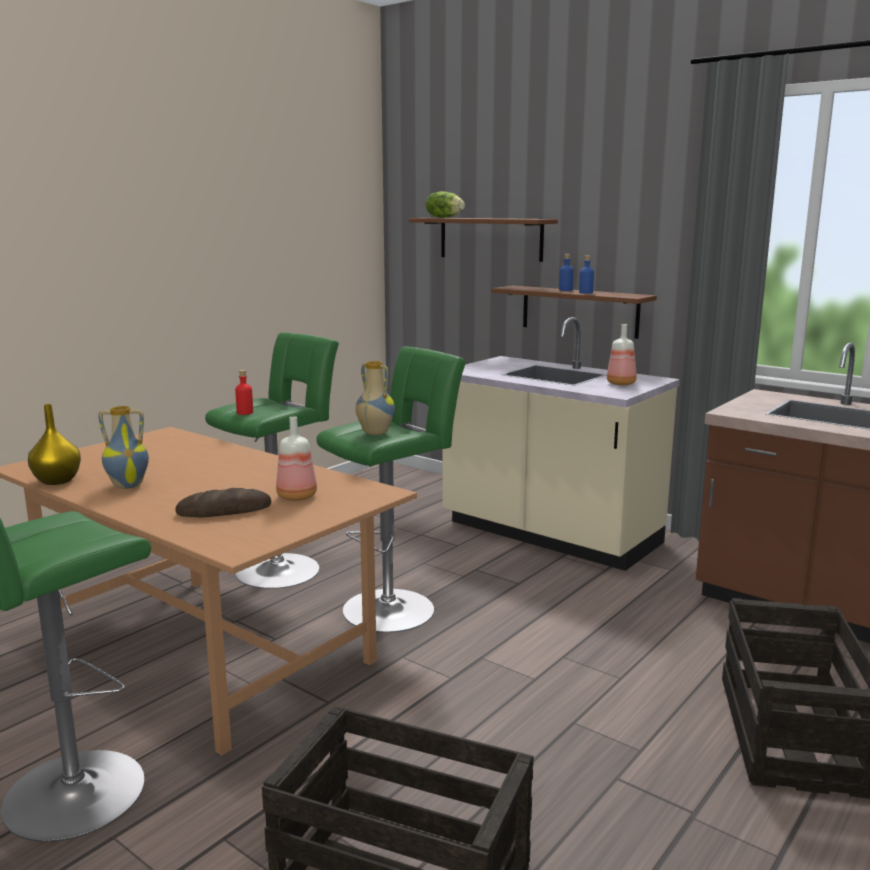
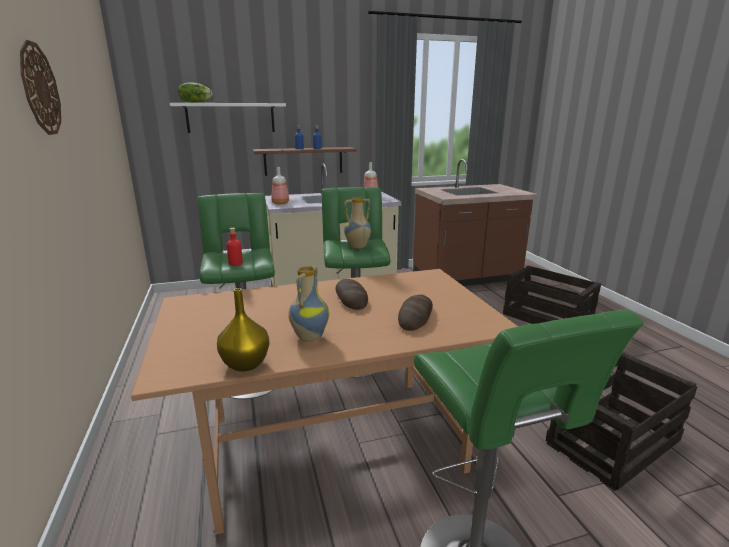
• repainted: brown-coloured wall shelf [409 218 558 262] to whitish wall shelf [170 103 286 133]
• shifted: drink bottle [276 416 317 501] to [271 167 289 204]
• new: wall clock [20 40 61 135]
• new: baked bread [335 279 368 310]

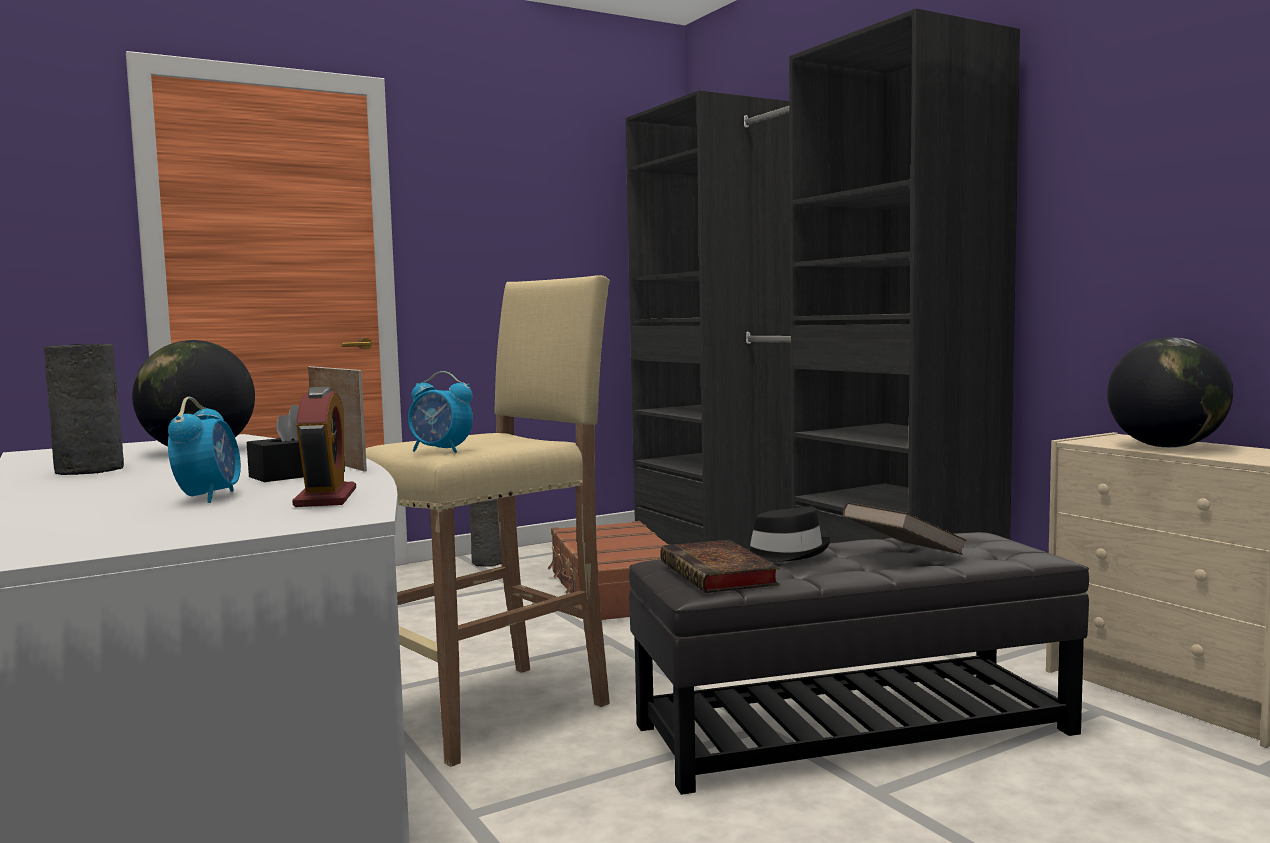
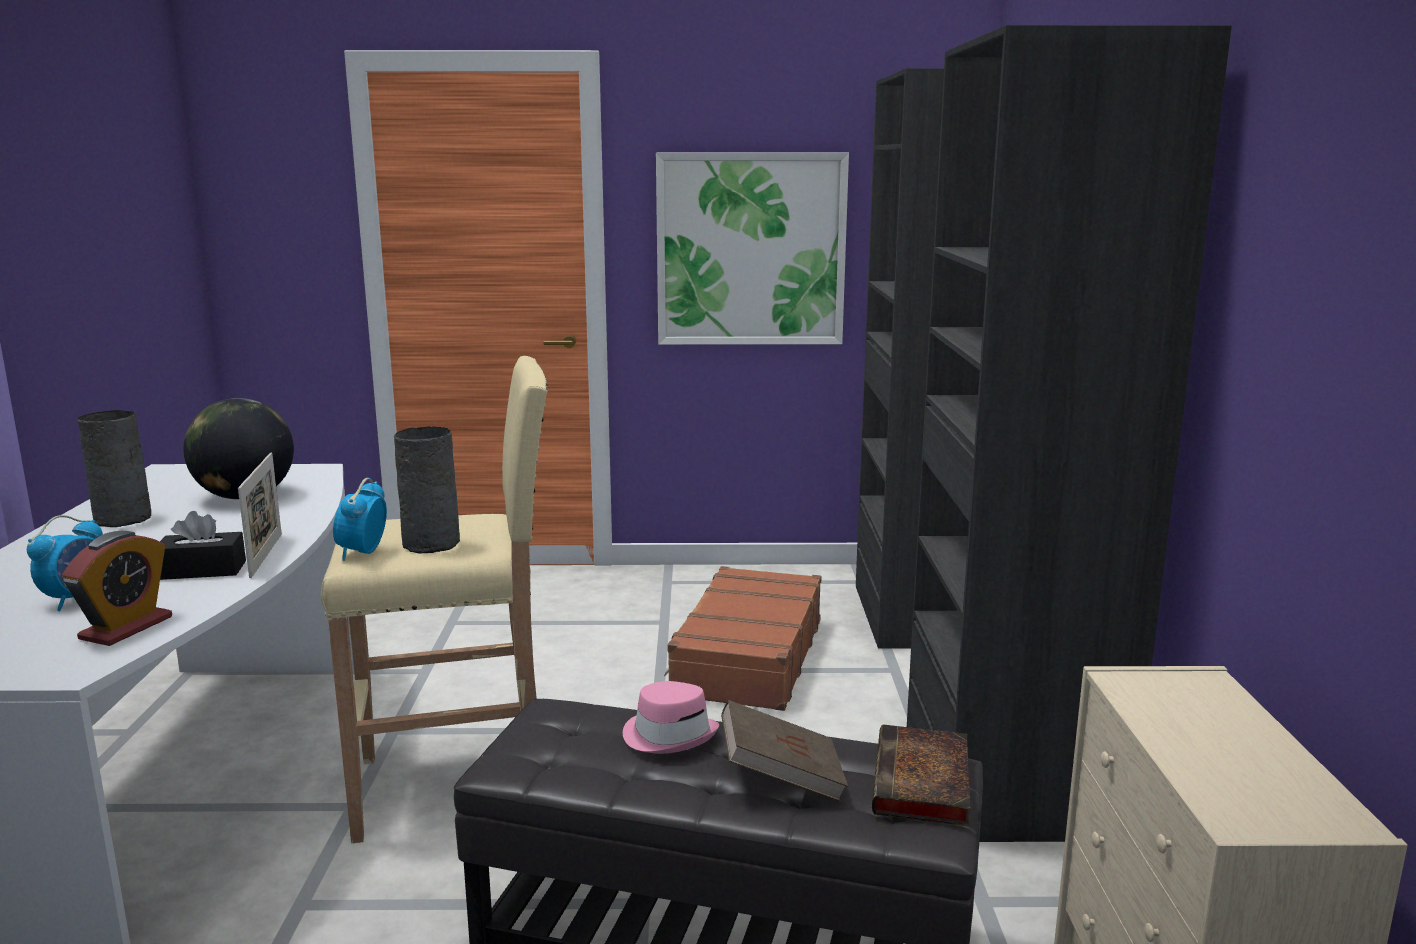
• gone: desk globe [1107 337 1233 448]
• rotated: table clock [408 371 473 453] = [333 478 387 561] 45 degrees clockwise
• shifted: gray flower vase [470 499 501 567] to [394 426 460 554]
• repainted: blackish clothing hat [747 507 831 562] to pinkish clothing hat [623 681 719 754]
• shifted: volume [661 540 780 593] to [872 724 970 826]
• new: wall picture [656 153 849 345]

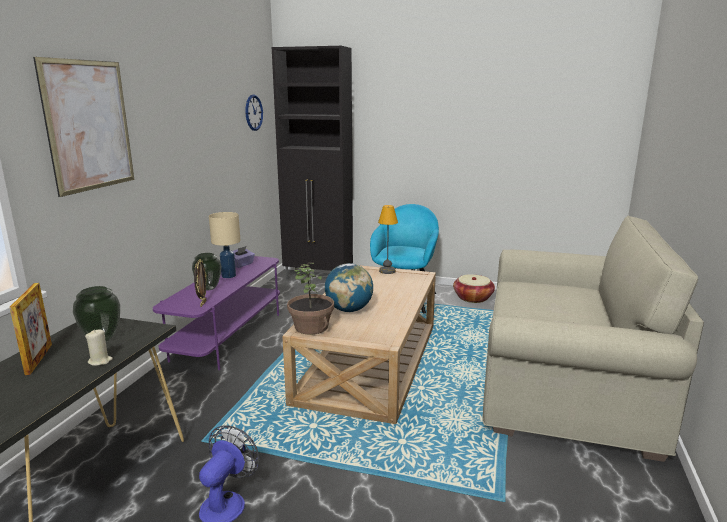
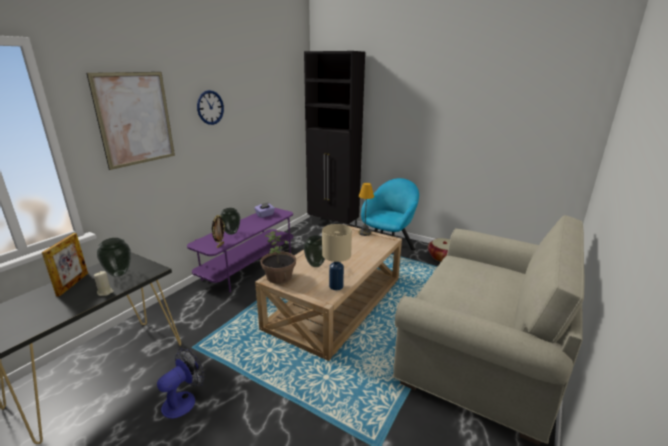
• shifted: wall clock [245 94 263 131] to [197 90 224 125]
• shifted: beige tabletop lamp [209 212 240 278] to [322 224 352 290]
• swapped: desk globe [325 263 373 312] to flower vase [304 235 325 267]

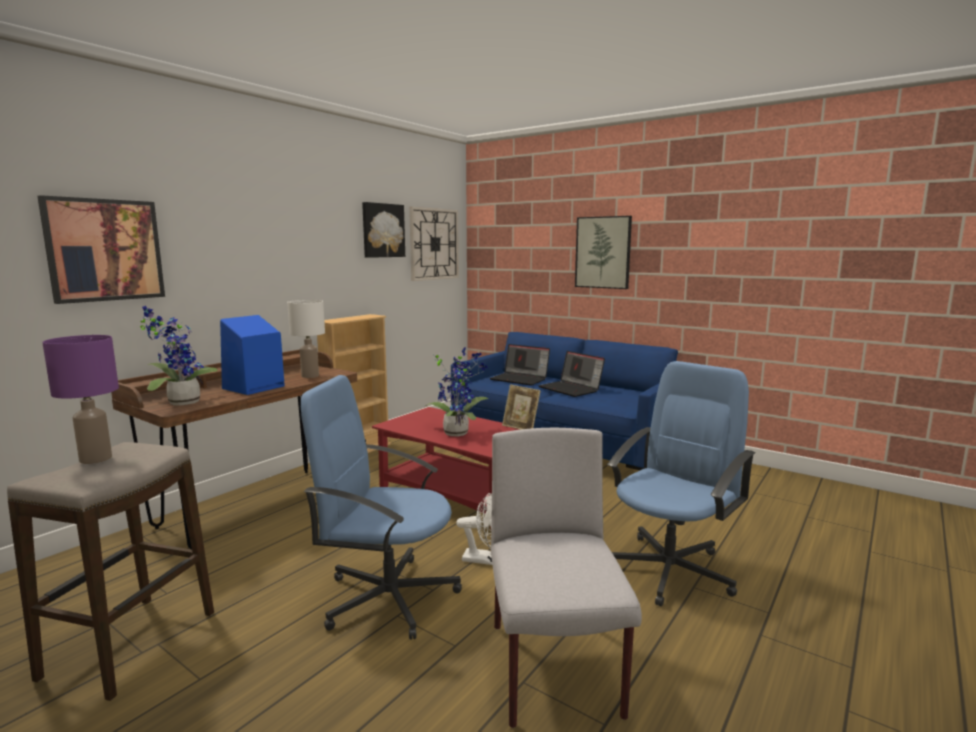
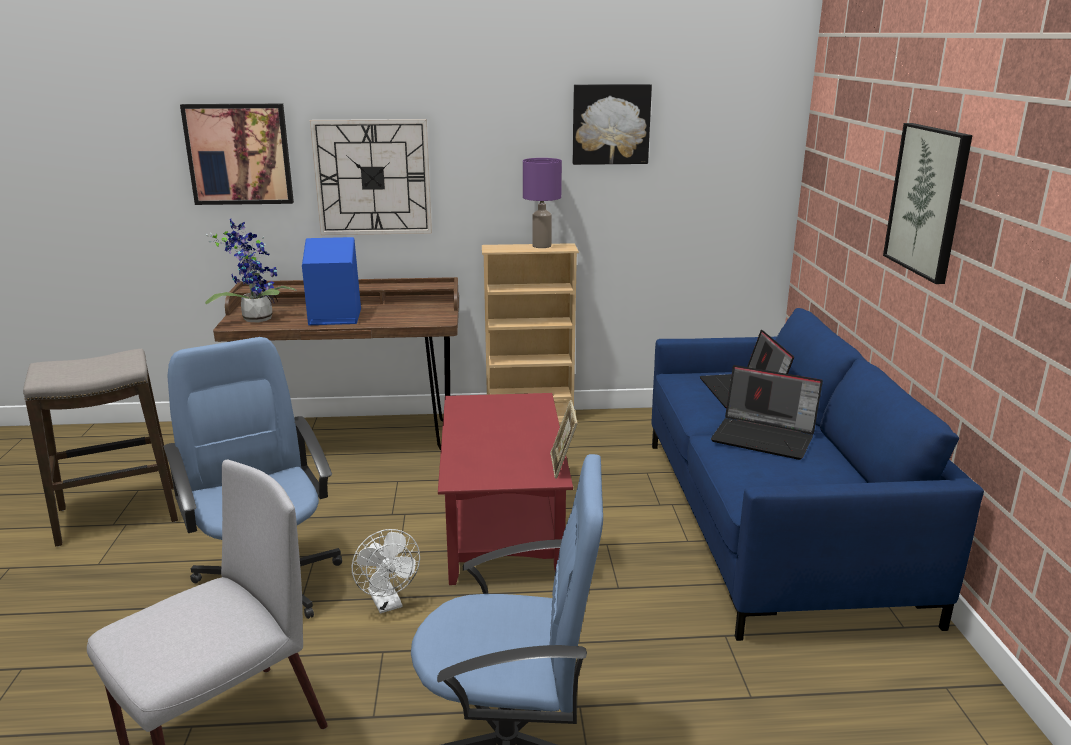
• shifted: wall clock [409 207 459 281] to [310 119 432 235]
• gone: whitish tabletop lamp [287 300 325 378]
• shifted: purple-coloured tabletop lamp [42 335 119 464] to [523 158 562 248]
• gone: potted plant [424 347 489 436]
• rotated: notebook computer [538 351 605 397] = [711 365 823 460] 75 degrees counterclockwise

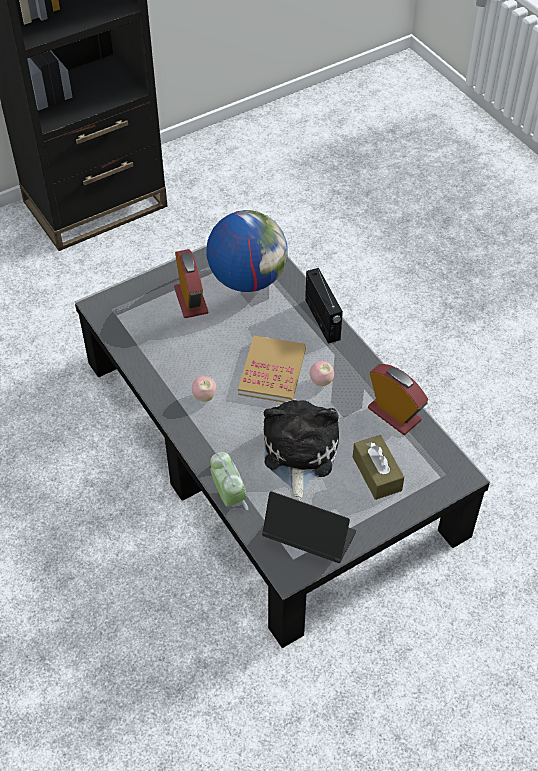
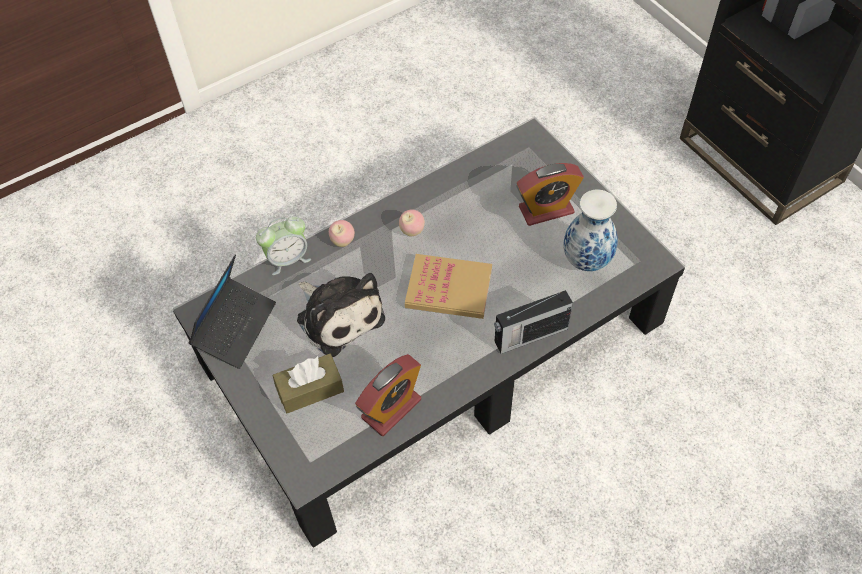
• swapped: desk globe [206 210 288 292] to flower vase [564 190 618 271]
• shifted: apple [310 361 334 386] to [329 220 355 247]
• rotated: soft toy [264 400 339 500] = [297 273 385 357] 45 degrees clockwise

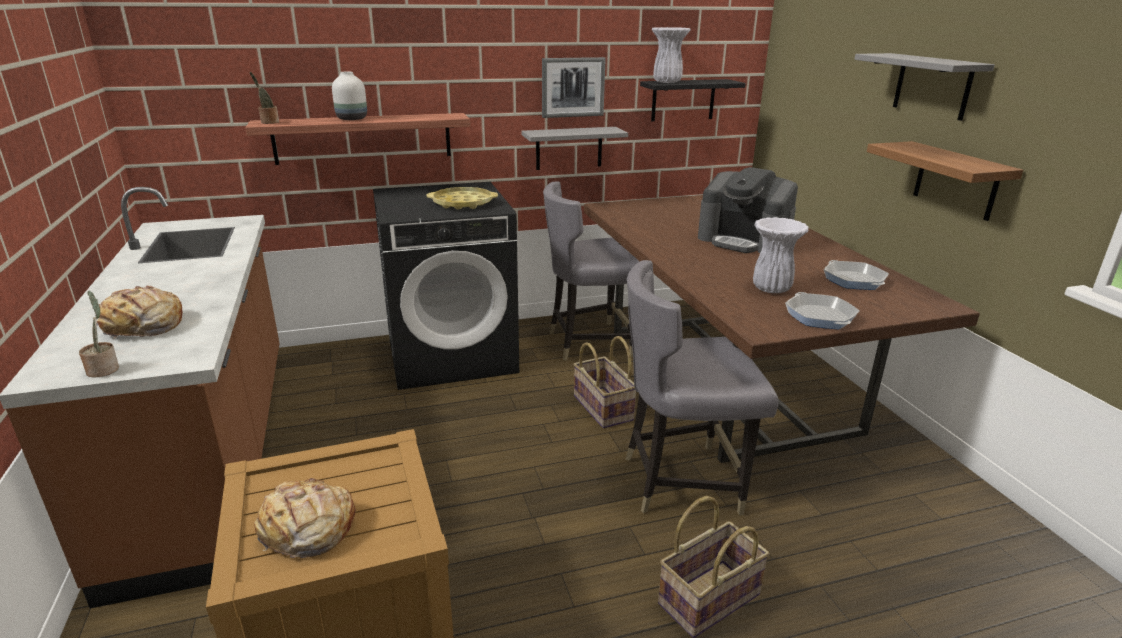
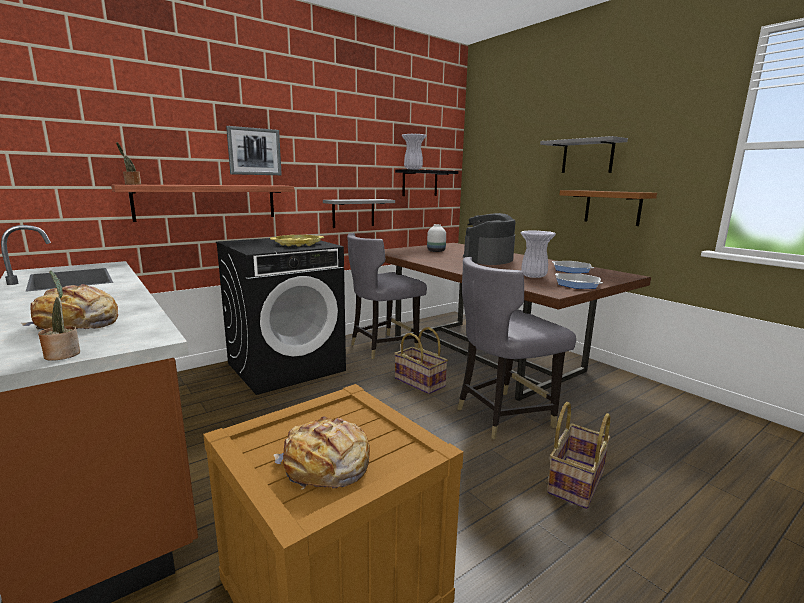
• shifted: wall picture [542 57 606 118] to [226 126 282 175]
• shifted: whitish flower vase [332 71 367 120] to [427 224 446 252]
• rotated: coffee brewer [698 167 798 253] = [463 213 515 265] 105 degrees clockwise

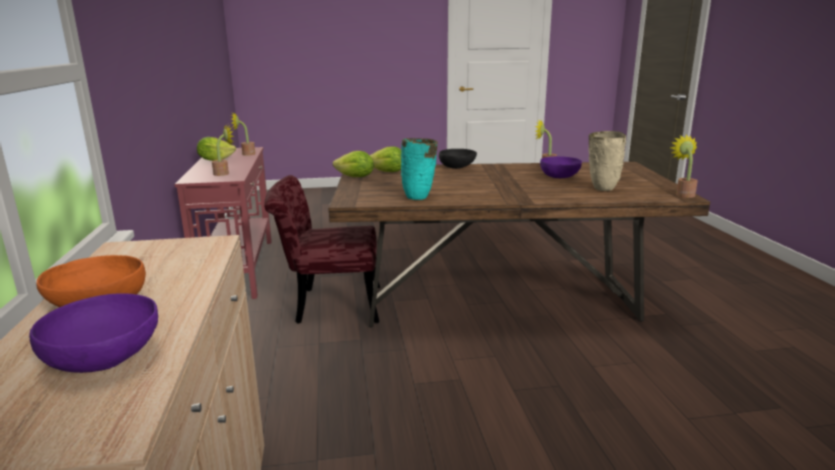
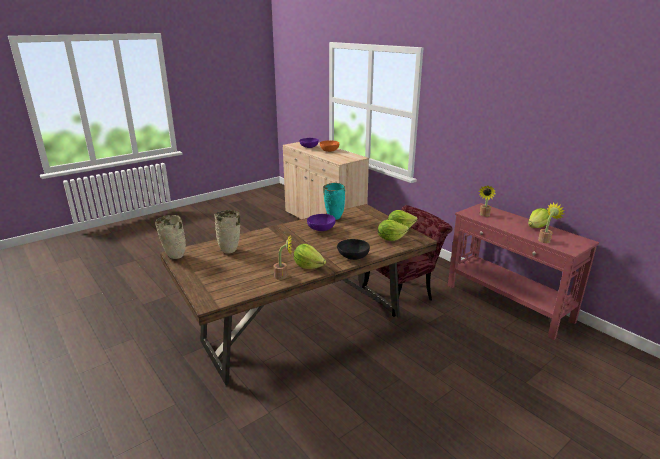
• swapped: potted plant [670 134 698 198] to beige flower vase [155 215 186 259]
• shifted: purple-coloured serving bowl [540 156 582 178] to [307 214 336 231]
• new: head of lettuce [294 244 326 269]

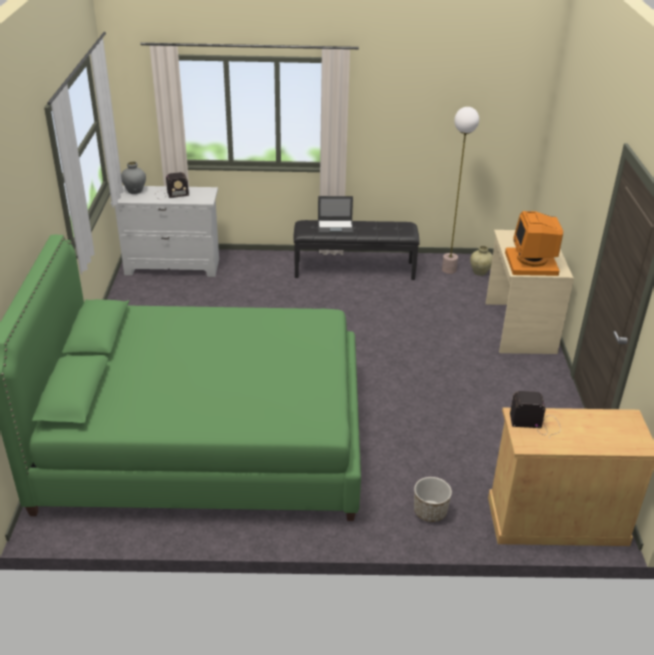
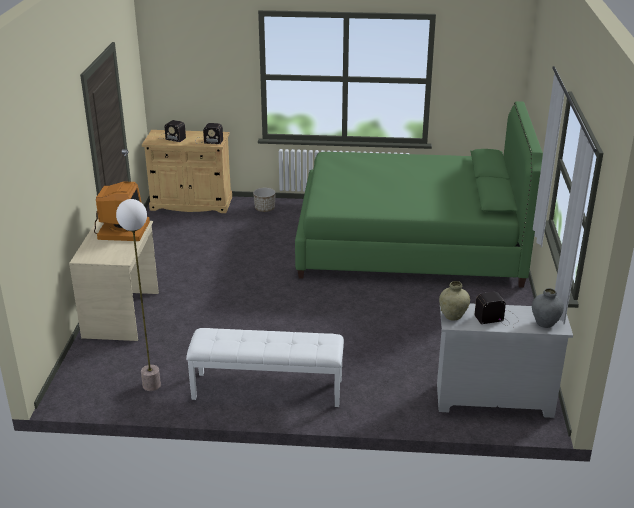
• gone: notebook computer [318 196 354 234]
• repainted: blackish indoor bench [294 220 420 280] to whitish indoor bench [186 328 344 407]
• shifted: beige flower vase [470 246 493 276] to [439 281 470 321]
• new: radio receiver [158 120 186 142]

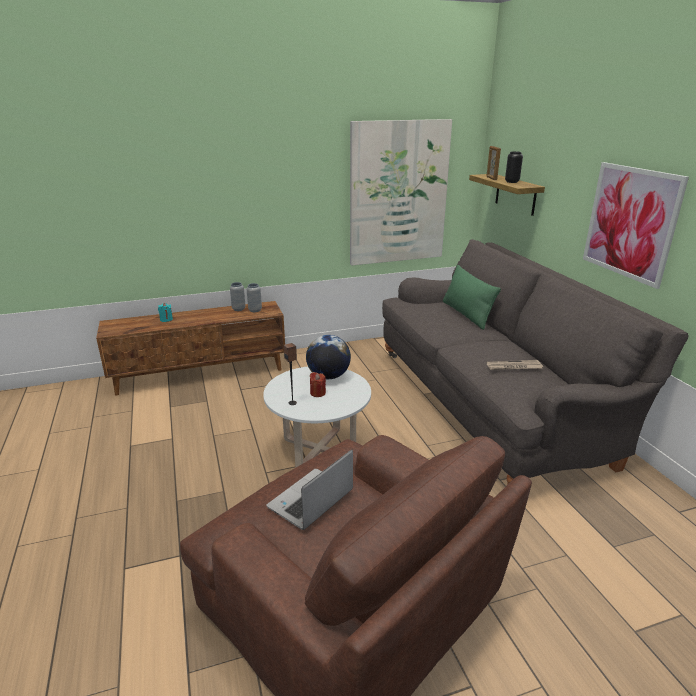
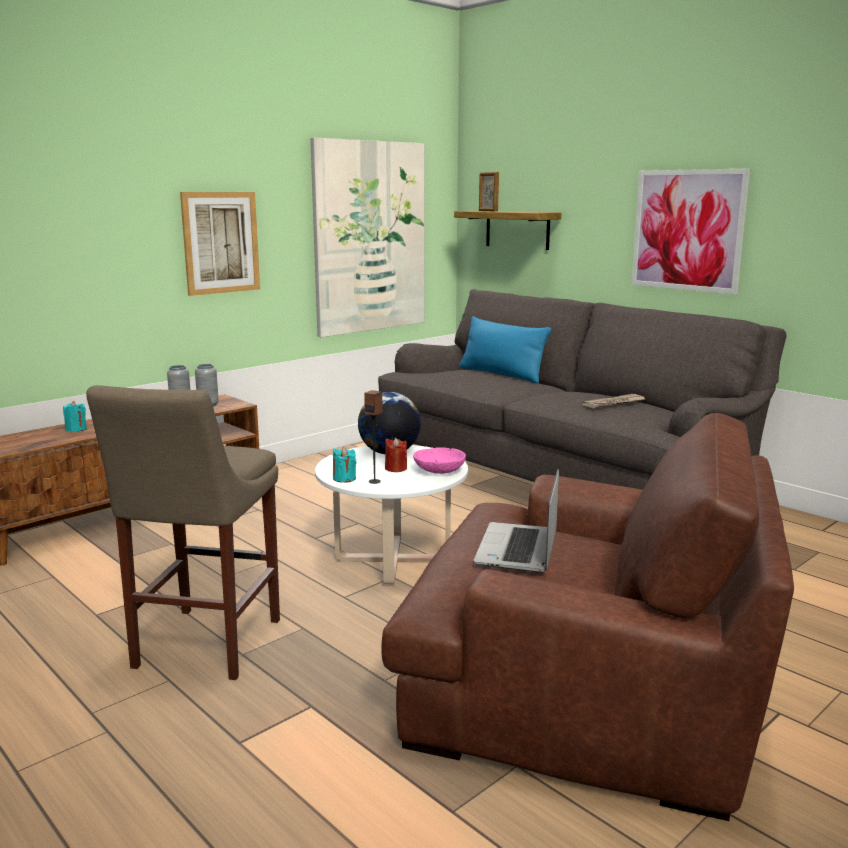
• gone: blackish flower vase [505 151 523 183]
• repainted: green cushion [443 265 501 330] to blue-coloured cushion [459 316 551 383]
• new: wall picture [180 192 260 296]
• new: beige sitting stool [86 385 280 680]
• new: blue-green wax light [333 447 356 483]
• new: pinkish serving bowl [413 447 466 474]

